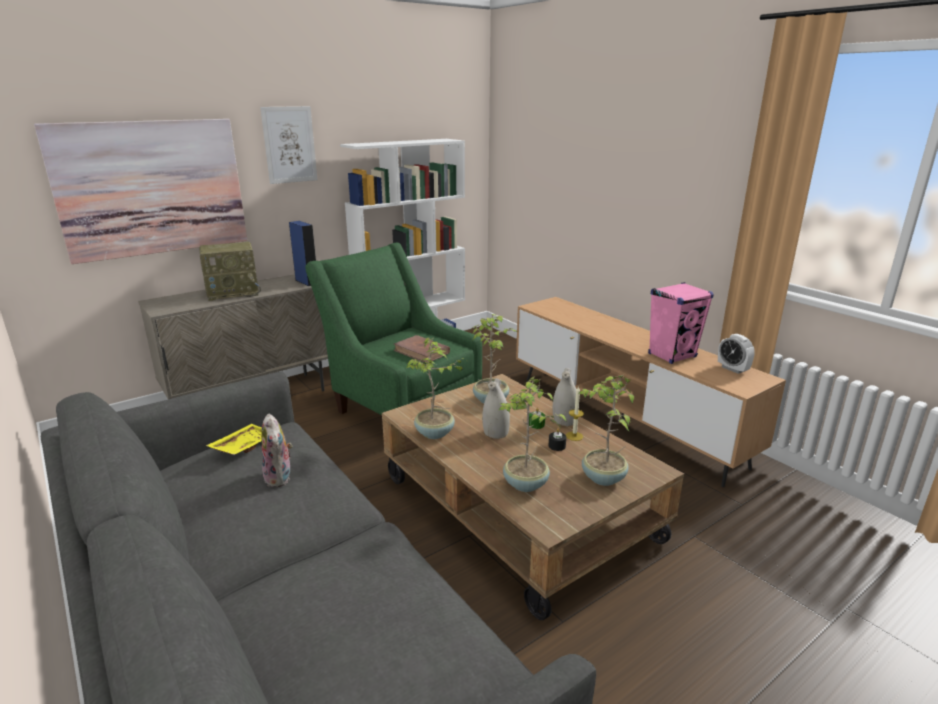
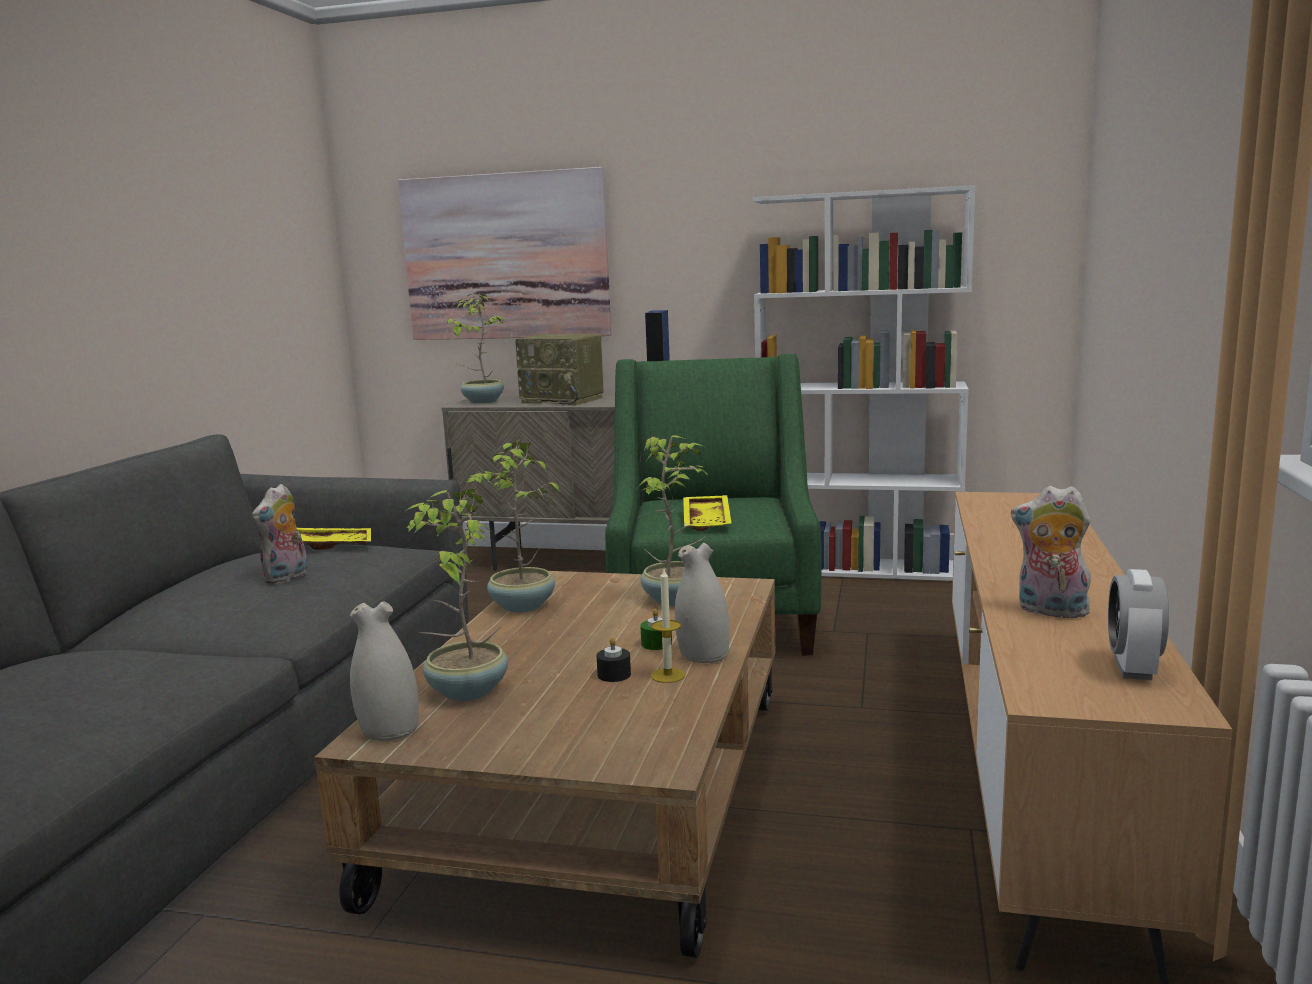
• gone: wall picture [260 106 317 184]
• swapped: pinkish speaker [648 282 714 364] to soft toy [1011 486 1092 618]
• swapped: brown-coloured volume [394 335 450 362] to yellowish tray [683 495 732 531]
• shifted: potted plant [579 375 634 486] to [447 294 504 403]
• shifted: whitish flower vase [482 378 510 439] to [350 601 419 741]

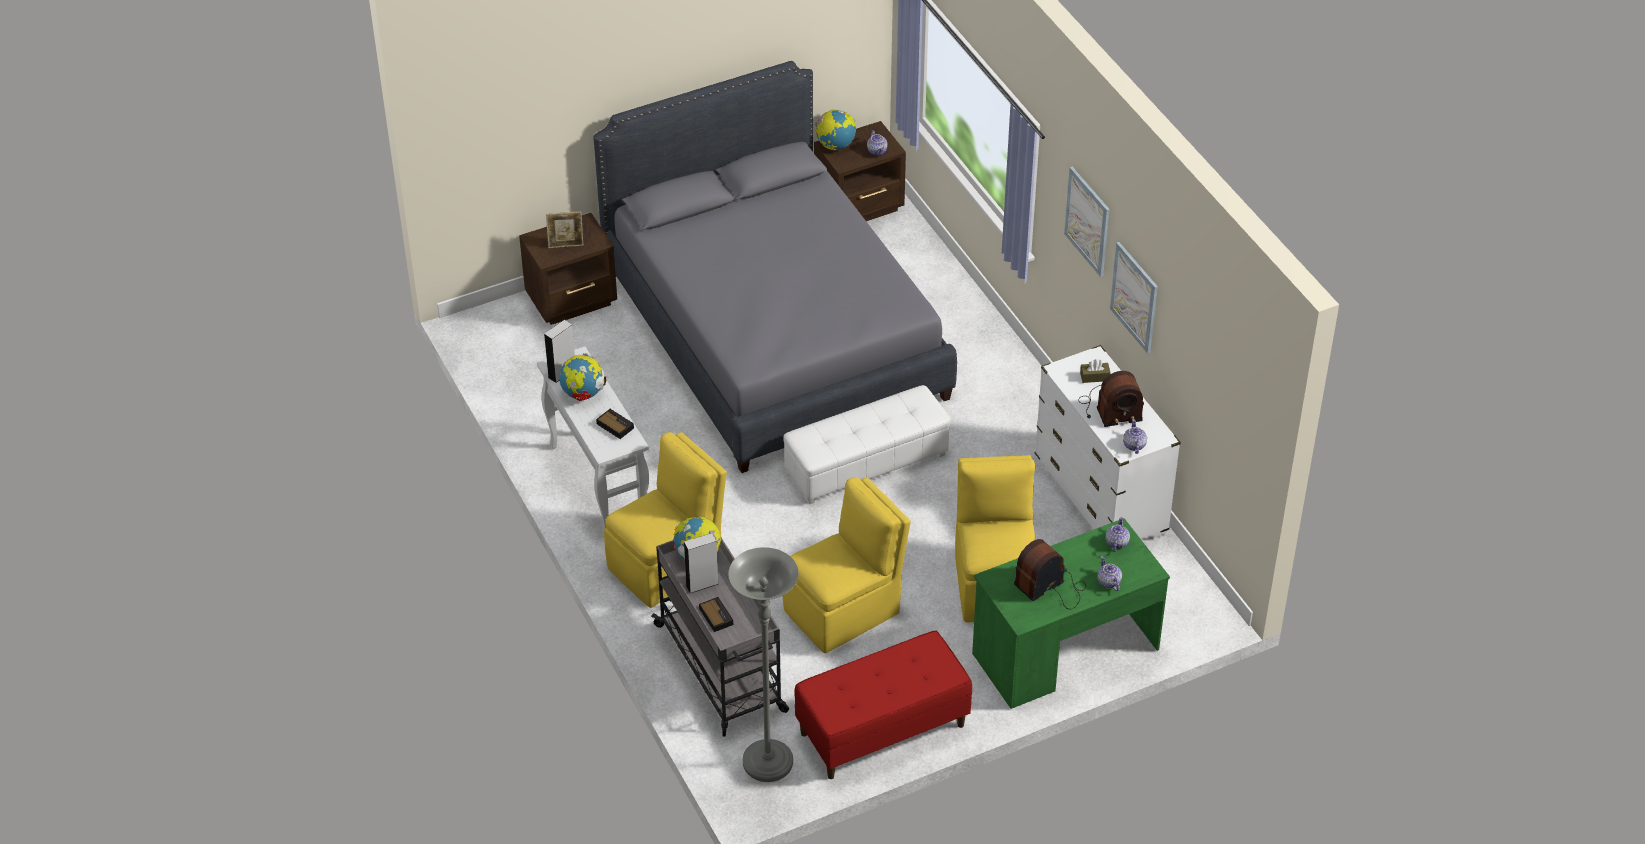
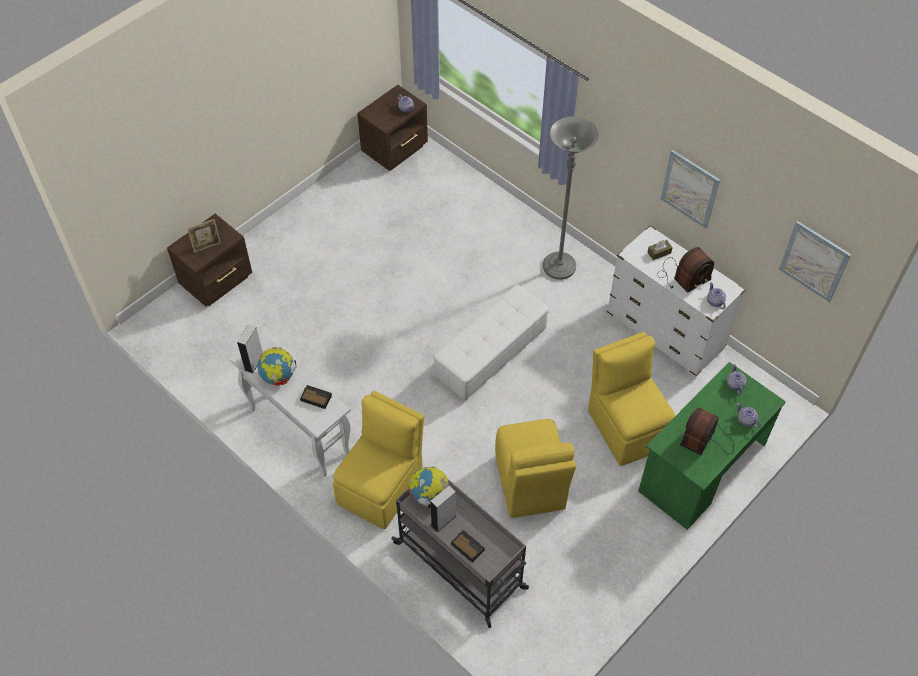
• gone: gray sleeping bed [593 61 957 473]
• gone: desk globe [815 110 856 150]
• shifted: wall picture [1064 167 1110 277] to [779 221 851 302]
• rotated: yellowish upright chair [783 477 911 653] = [495 419 576 518] 135 degrees clockwise
• shifted: gray standard lamp [728 547 799 782] to [543 117 599 280]
• gone: red-coloured indoor bench [795 630 972 779]

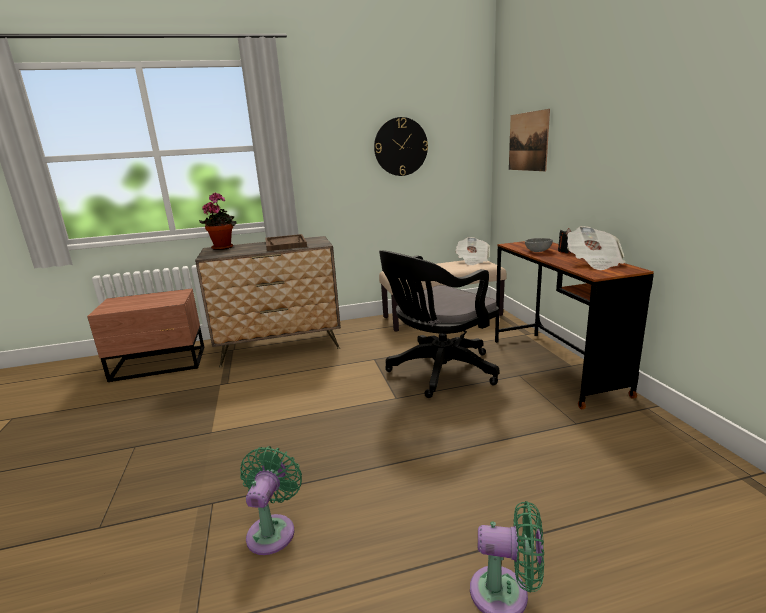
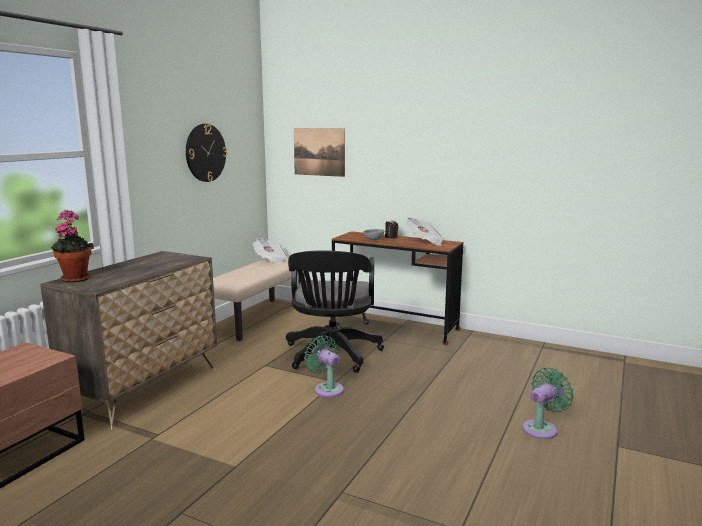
• gone: brown-coloured tray [265 234 307 251]
• shifted: green fan [240 446 302 555] to [304 335 344 397]

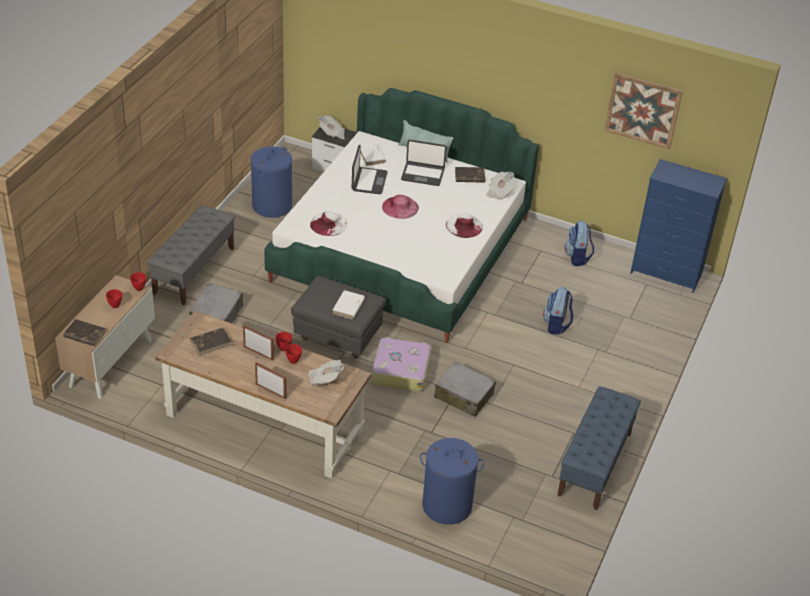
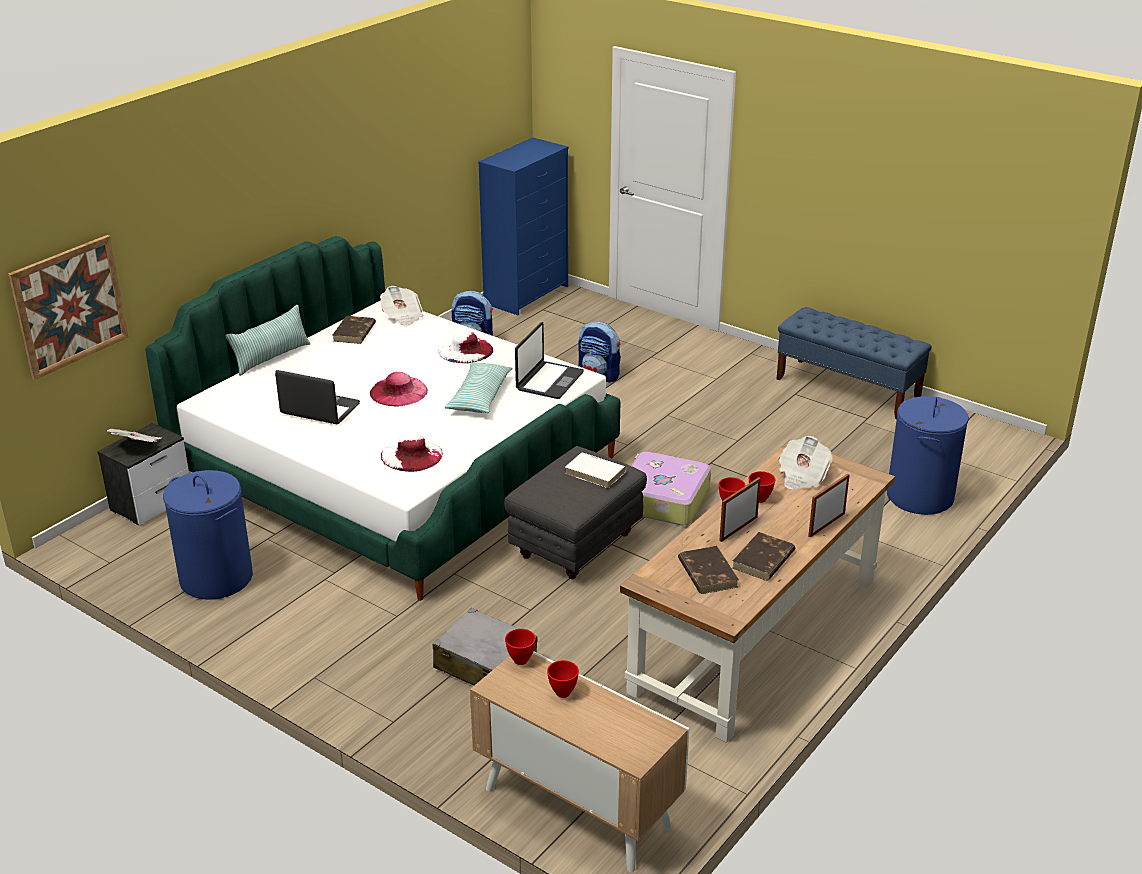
• shifted: wall picture [604 72 683 150] to [8 235 129 380]
• shifted: notebook computer [401 140 446 186] to [515 322 584 399]
• gone: whitish volume [360 143 386 166]
• gone: gray indoor bench [147 205 235 305]
• shifted: brown-coloured volume [63 319 106 346] to [732 532 795 581]
• gone: gray travel case [434 362 496 417]
• new: cushion [444 362 512 413]

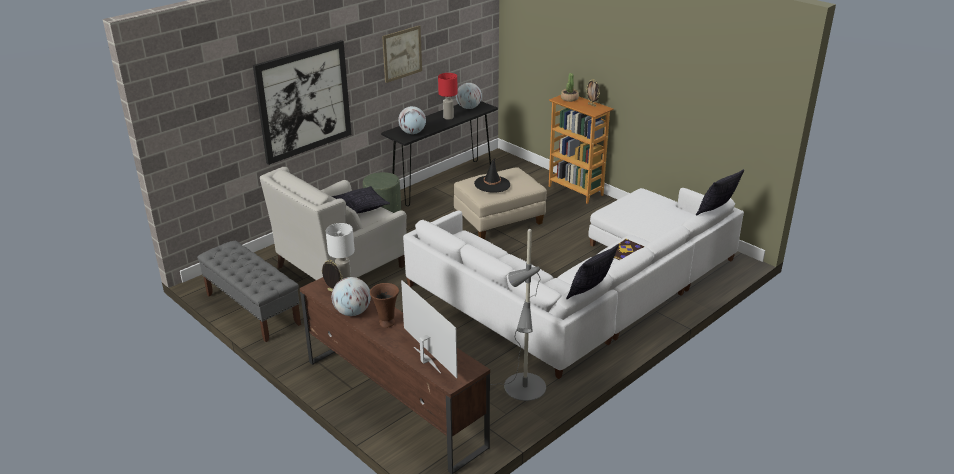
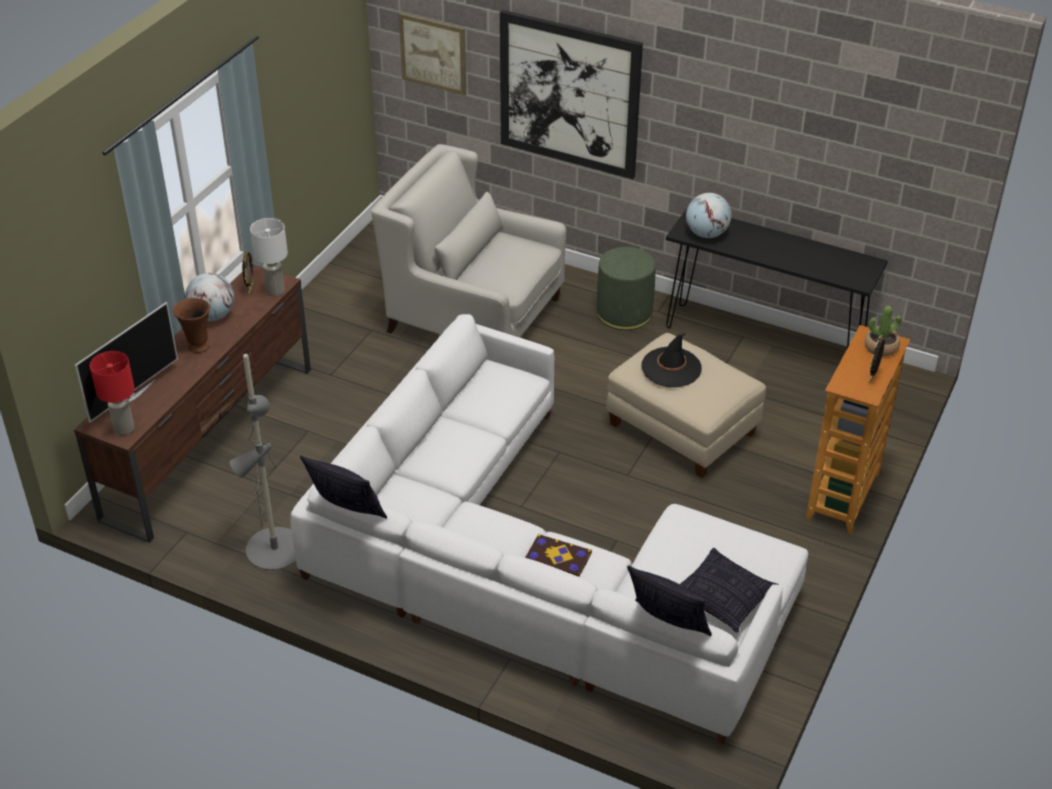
• shifted: wall picture [382 25 422 83] to [399 13 466 95]
• shifted: red-coloured tabletop lamp [438 73 458 120] to [90 351 135 435]
• gone: desk globe [456 83 482 109]
• shifted: cushion [332 186 390 213] to [680 548 779 632]
• gone: gray indoor bench [197 240 301 342]

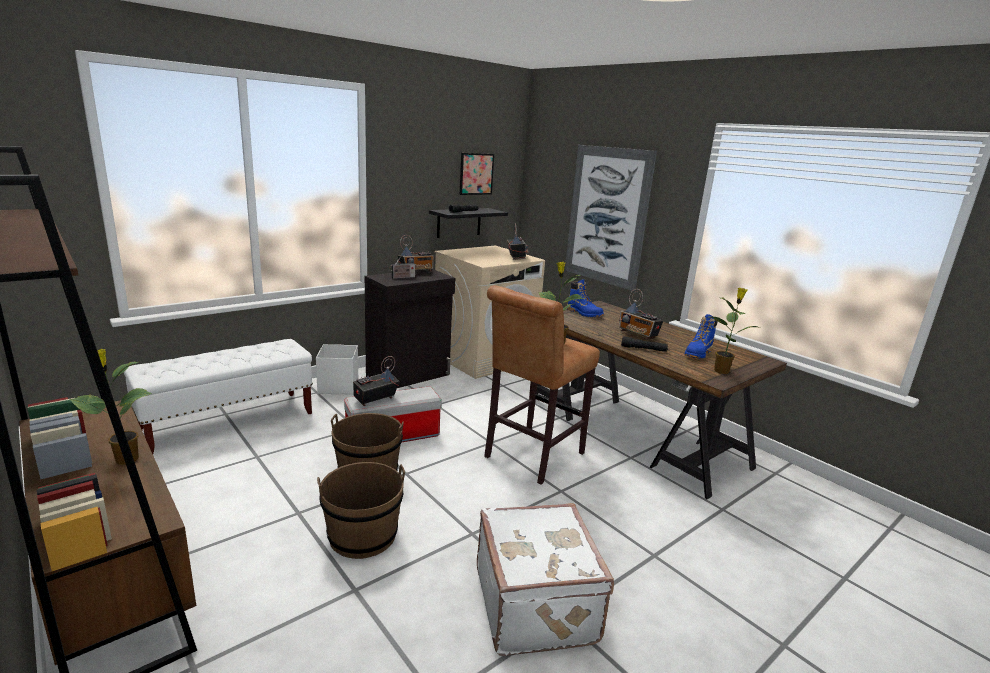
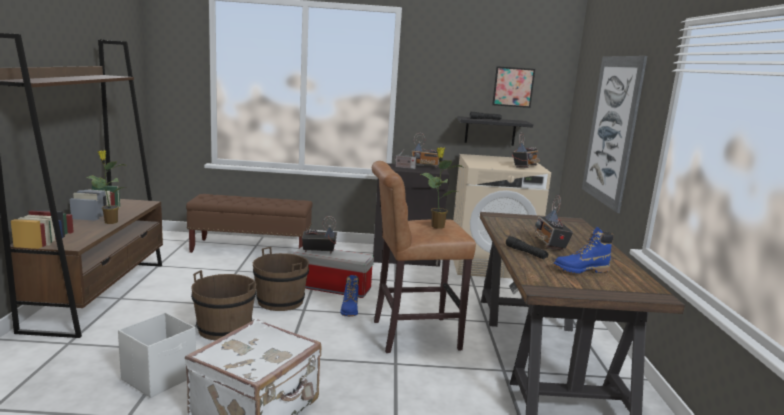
• shifted: blue-coloured high-top boot [567 279 604 317] to [340 275 359 317]
• gone: potted plant [707 288 761 374]
• repainted: whitish indoor bench [124 339 313 454] to brown-coloured indoor bench [186 194 313 253]
• shifted: whitish storage bin [316 344 358 394] to [118 313 196 398]

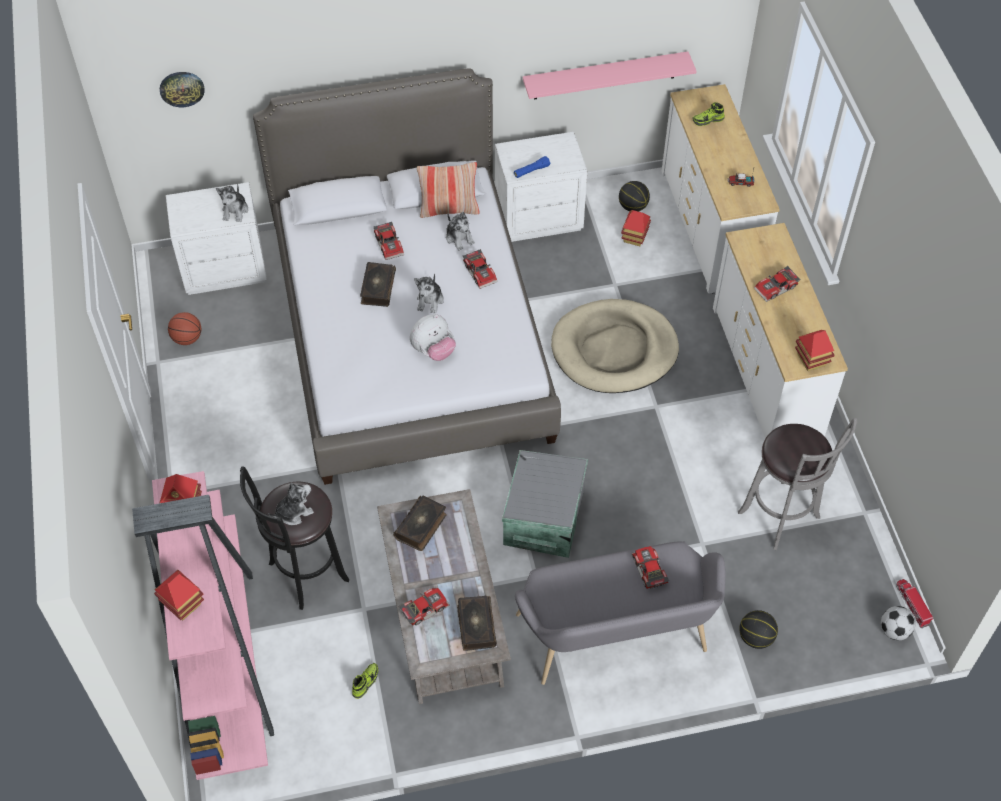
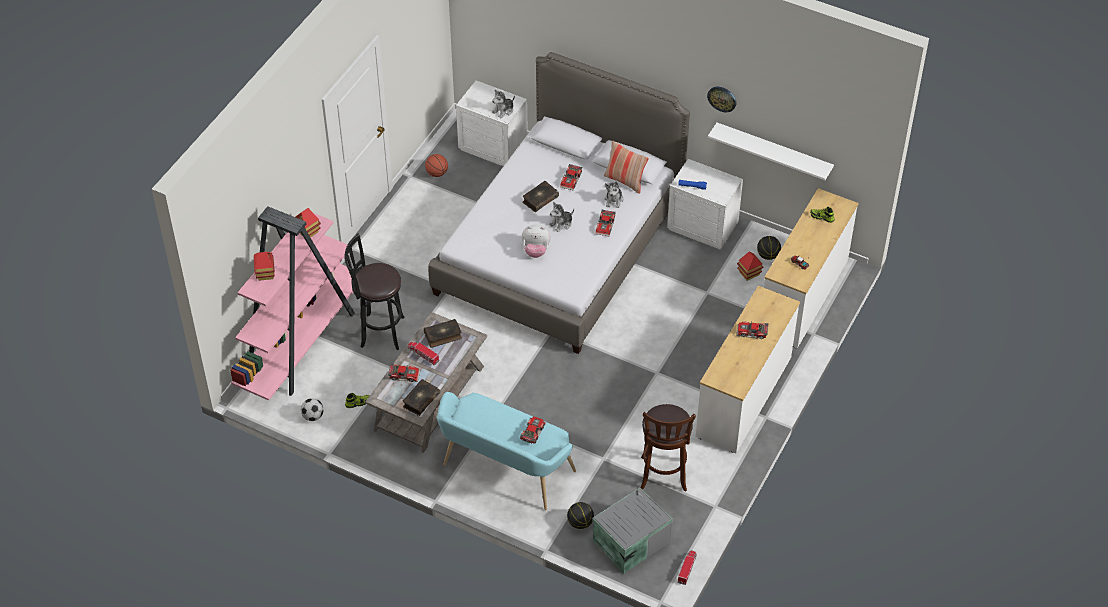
• repainted: pinkish wall shelf [523 51 696 99] to whitish wall shelf [708 123 834 180]
• shifted: wall clock [160 72 205 107] to [707 87 736 112]
• gone: beige dog cushion [551 299 679 393]
• gone: toy house [795 330 835 371]
• repainted: gray sitting stool [738 418 858 550] to brown-coloured sitting stool [641 404 696 492]
• shifted: gray storage bin [502 450 588 558] to [592 488 673 574]
• gone: soft toy [269 482 314 525]
• repainted: gray indoor bench [515 541 726 685] to blue-green indoor bench [437 392 576 510]
• shifted: football [881 606 915 640] to [301 398 323 421]
• new: toy lorry [408 341 439 365]

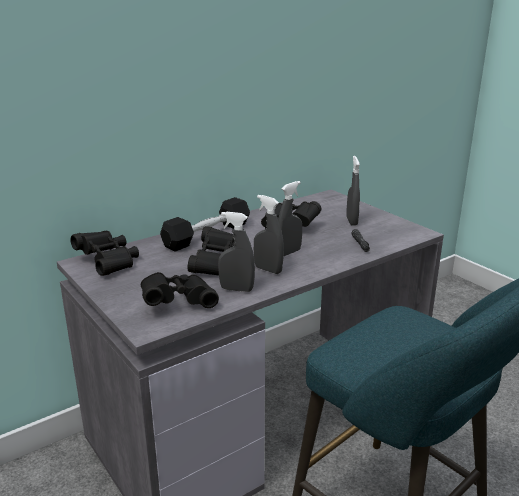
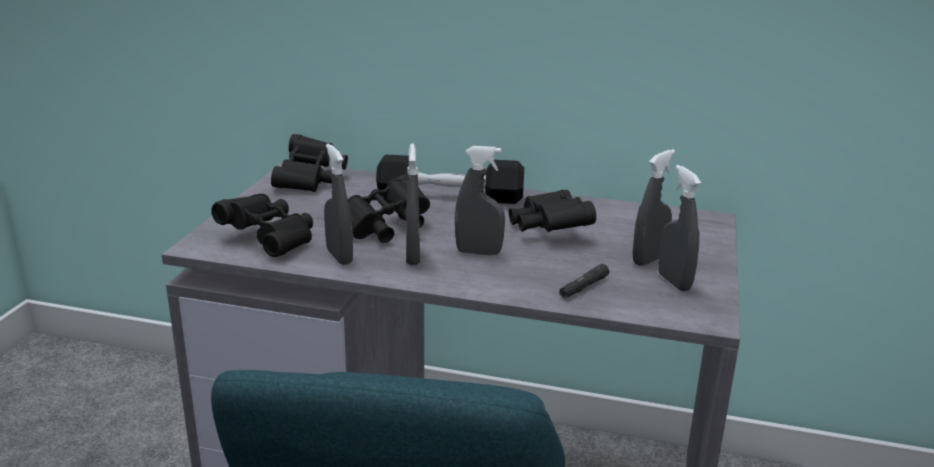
• new: gray hand sprayer [658 165 701 291]

